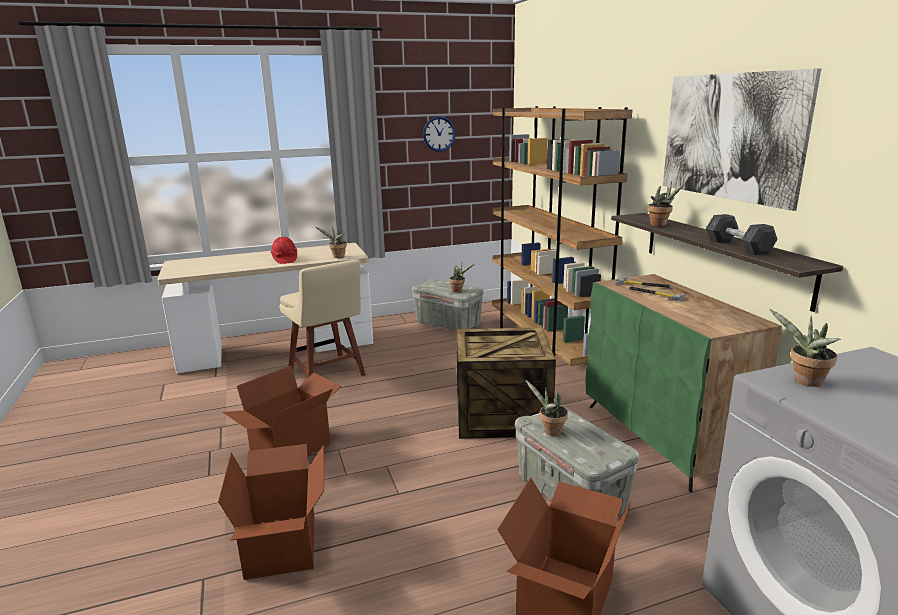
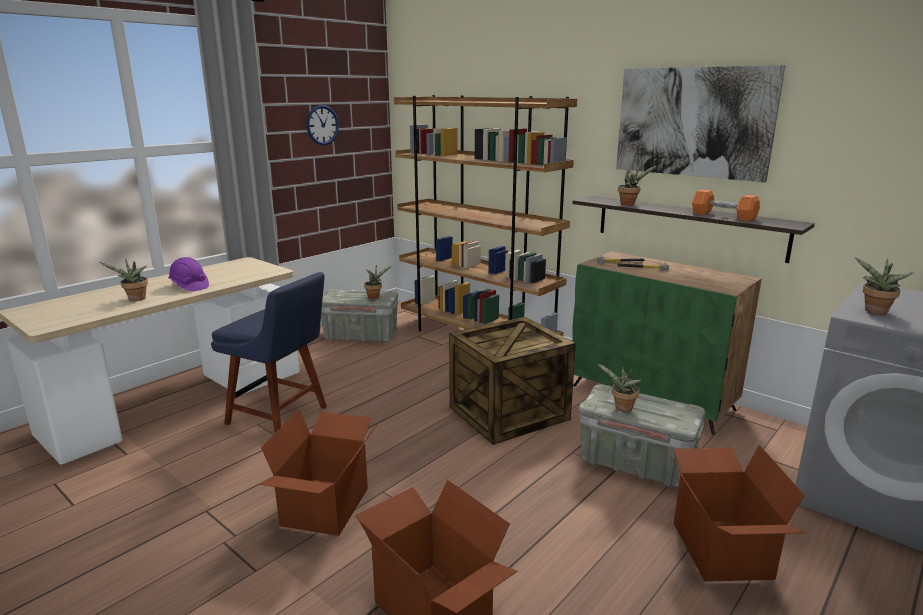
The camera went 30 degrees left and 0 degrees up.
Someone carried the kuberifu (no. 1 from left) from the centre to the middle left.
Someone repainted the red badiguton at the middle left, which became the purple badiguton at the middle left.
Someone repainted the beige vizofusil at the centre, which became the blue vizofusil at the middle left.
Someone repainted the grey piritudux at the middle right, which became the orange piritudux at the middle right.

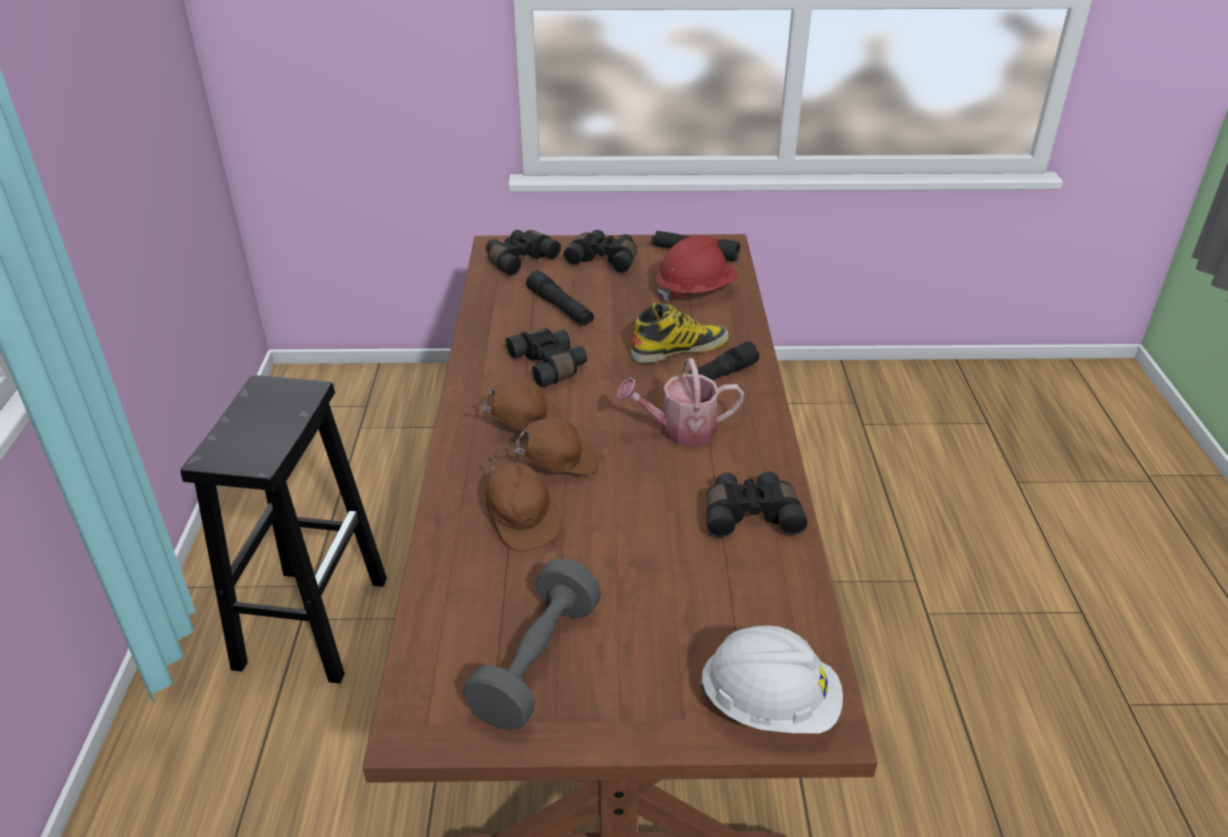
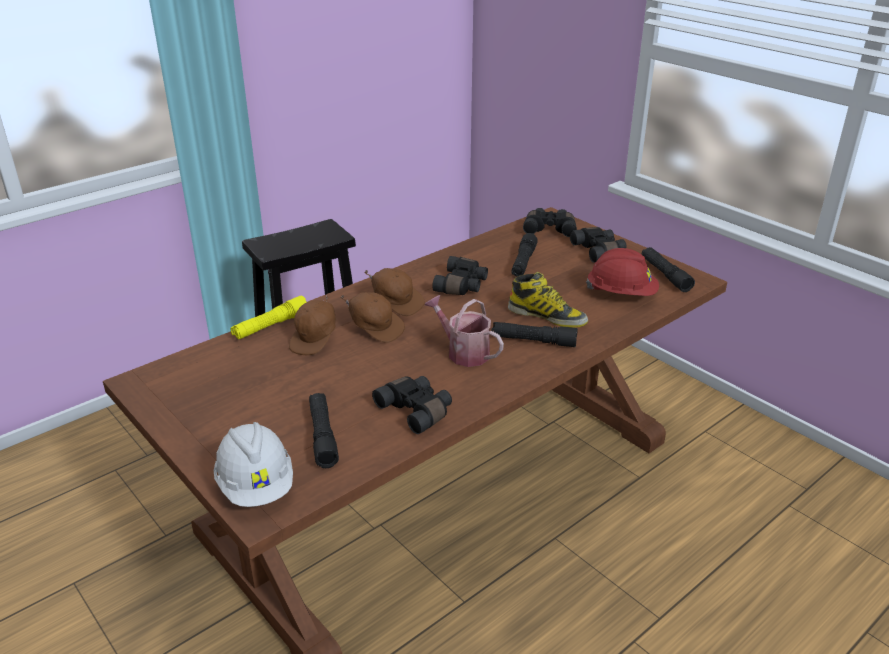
The camera went 50 degrees right and 5 degrees down.
Someone took away the grey piritudux at the bottom centre.
Someone put down the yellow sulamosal at the middle left.
Someone put down the black sulamosal (no. 1 from left) at the centre.

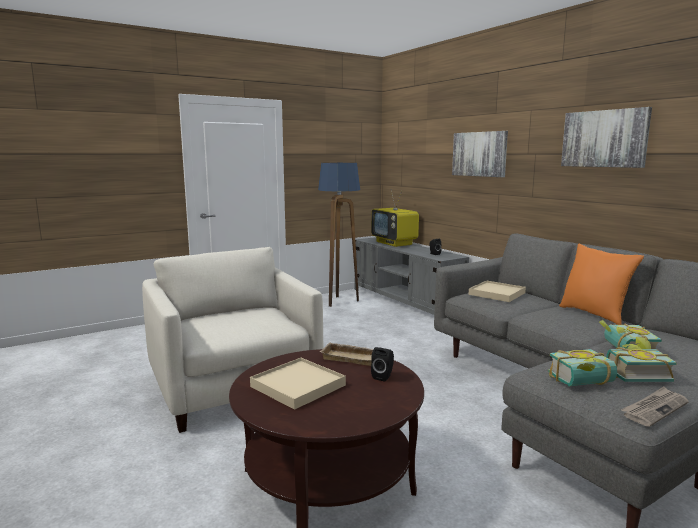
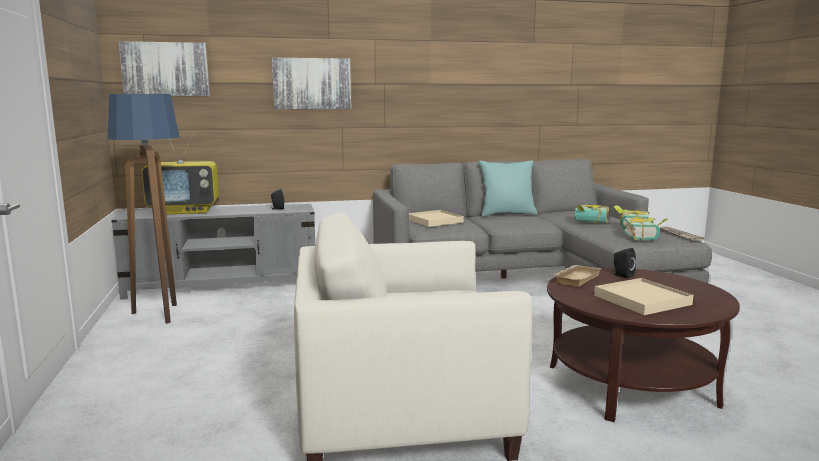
The camera went 70 degrees left and 0 degrees up.
Someone carried the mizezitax (no. 2 from left in the first image) from the top right to the top left.
Someone repainted the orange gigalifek at the middle right, which became the turquoise gigalifek at the centre.

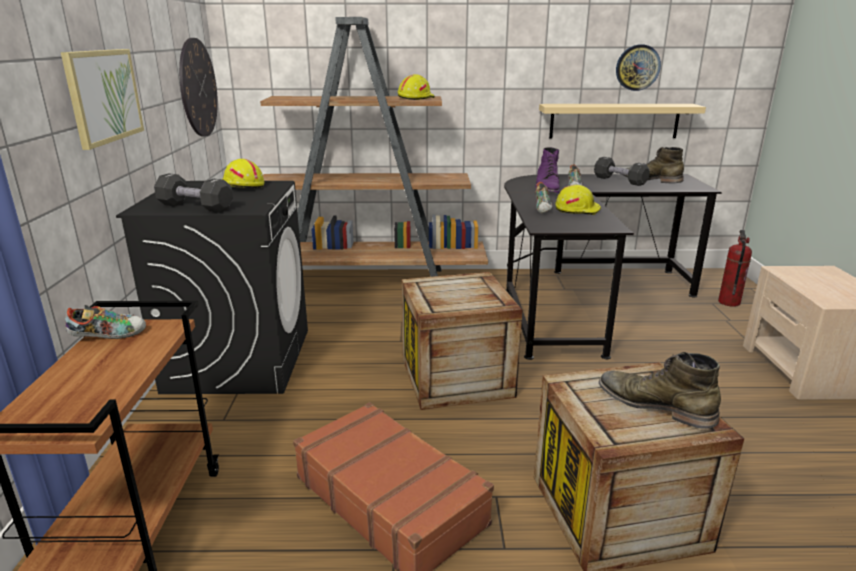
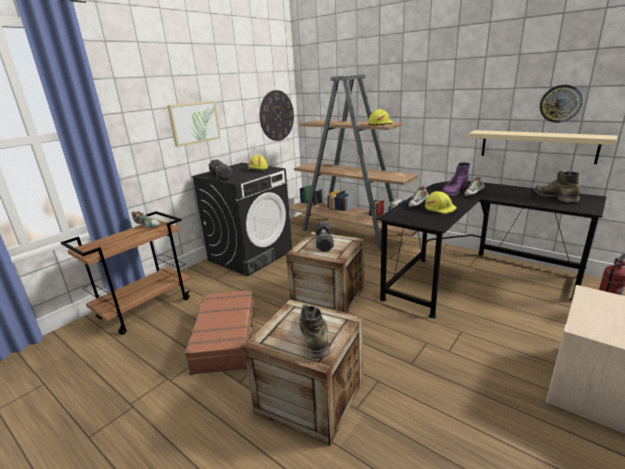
The camera went 40 degrees right and 0 degrees up.
Someone carried the black piritudux (no. 2 from left) from the top right to the centre.

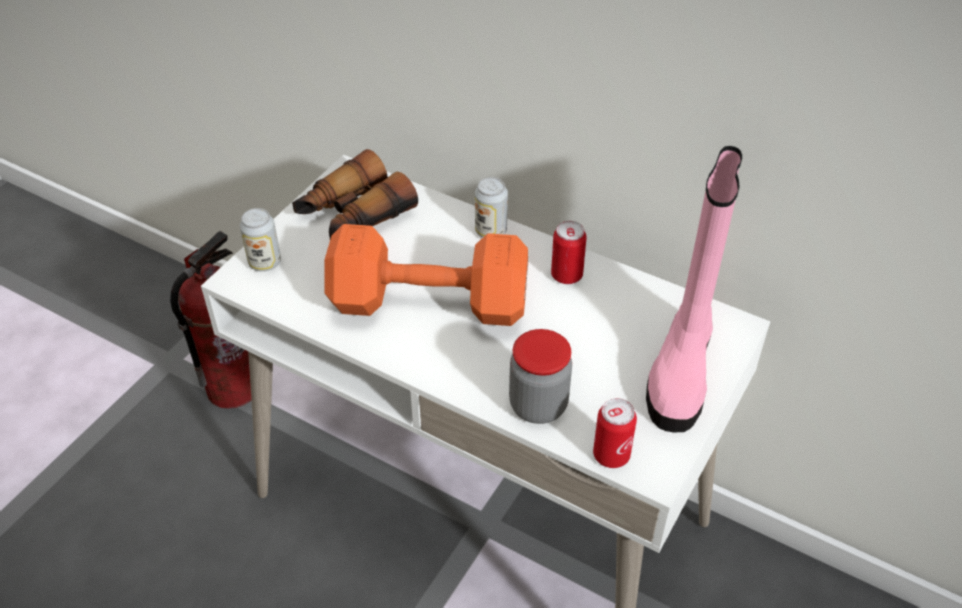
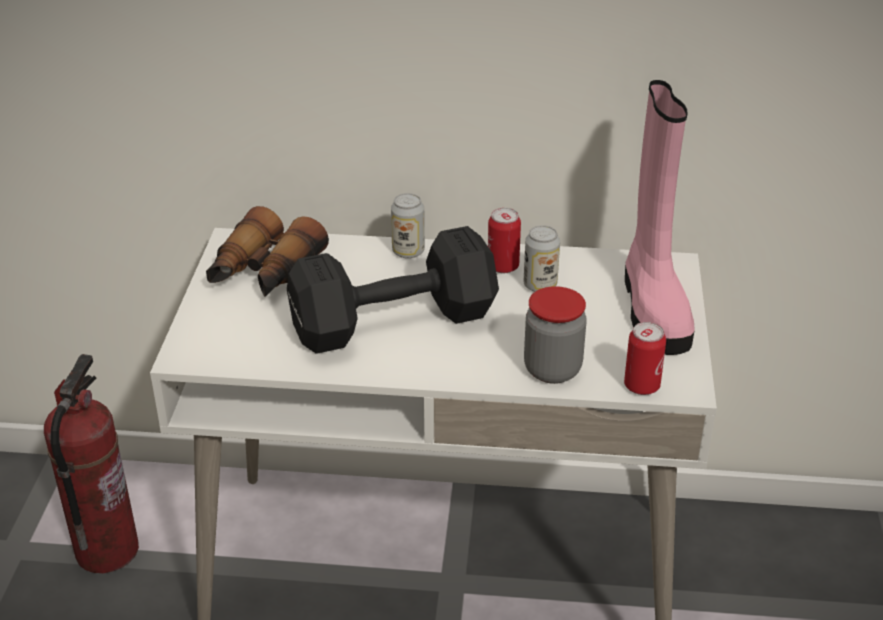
The camera went 25 degrees left and 10 degrees down.
Someone carried the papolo (no. 1 from left in the first image) from the middle left to the centre.
Someone repainted the orange piritudux at the centre, which became the black piritudux at the centre.

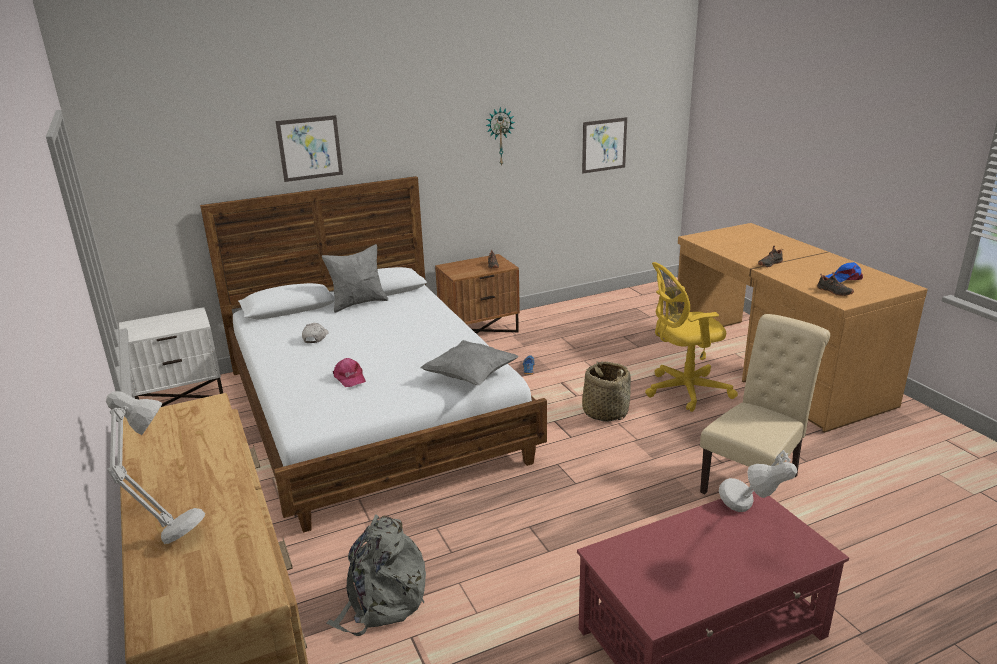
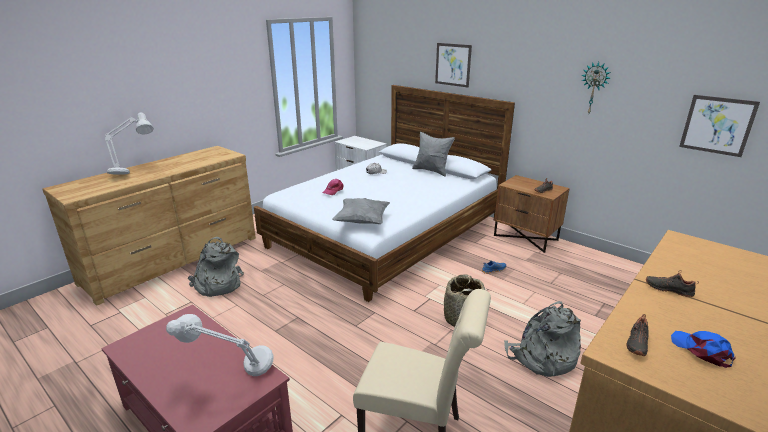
The camera went 65 degrees right and 0 degrees up.
Someone swapped the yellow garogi at the middle right for the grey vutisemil (no. 2 from left) at the bottom right.

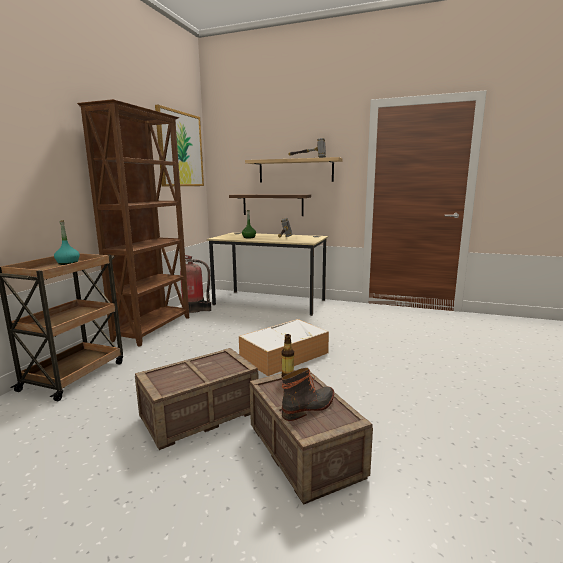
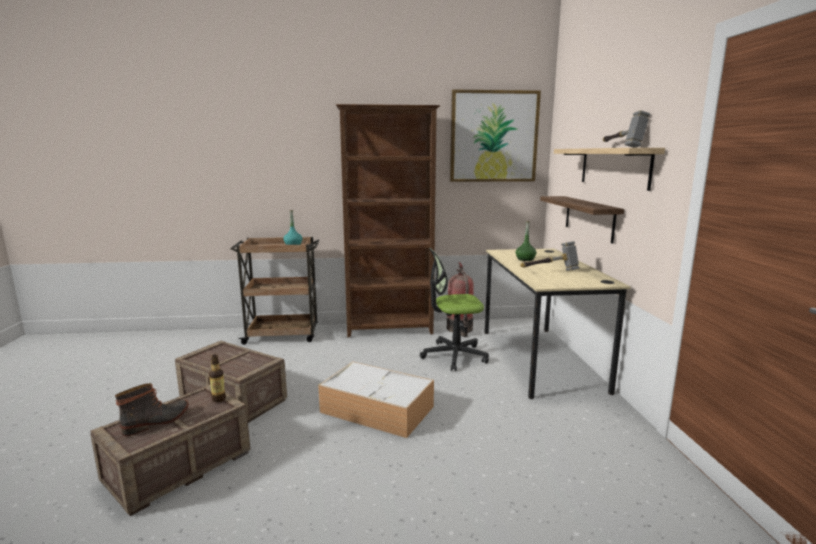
The camera went 65 degrees right and 0 degrees up.
Someone put down the garogi at the centre.
Someone rotated the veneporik at the bottom centre by 75 degrees counterclockwise.

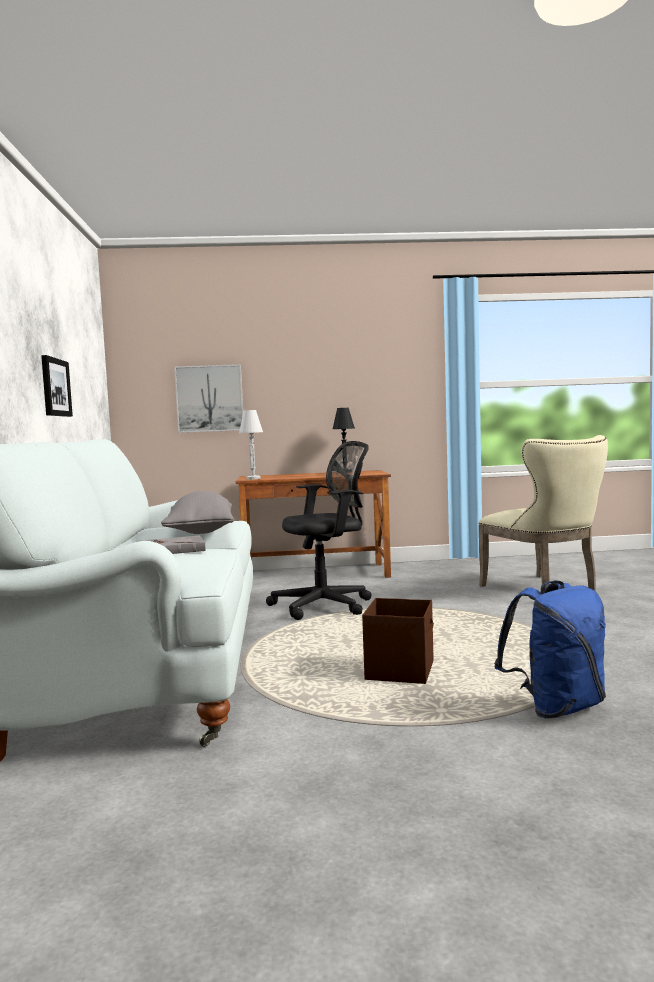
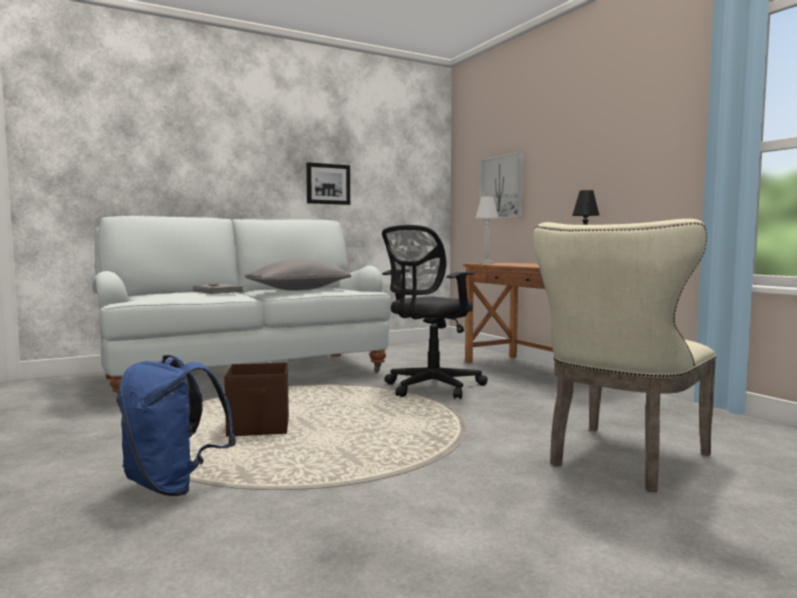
The camera went 65 degrees right and 0 degrees up.
Someone rotated the black garogi at the centre by 90 degrees clockwise.

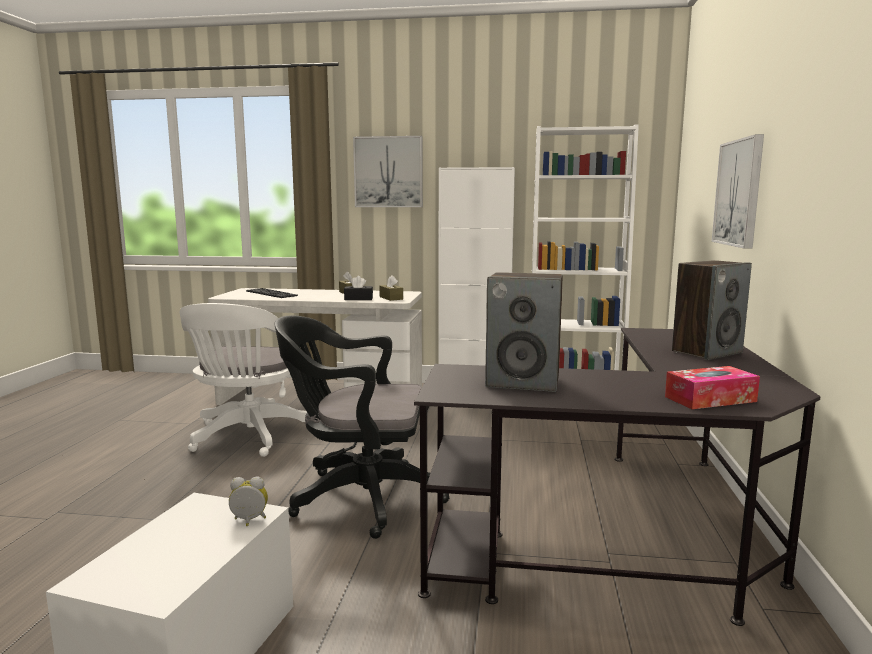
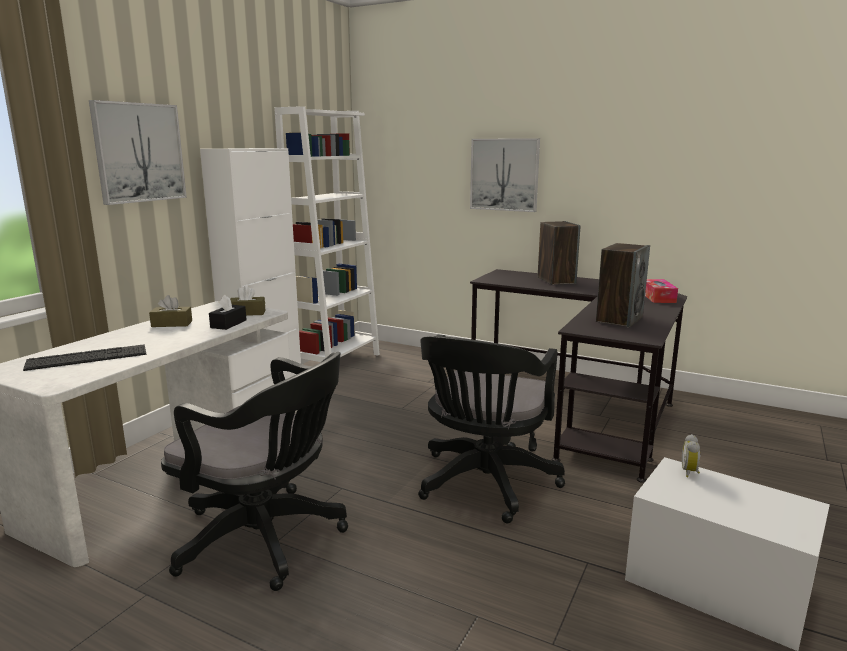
The camera went 70 degrees left and 5 degrees up.
Someone repainted the white garogi at the middle left, which became the black garogi (no. 1 from left) at the bottom left.

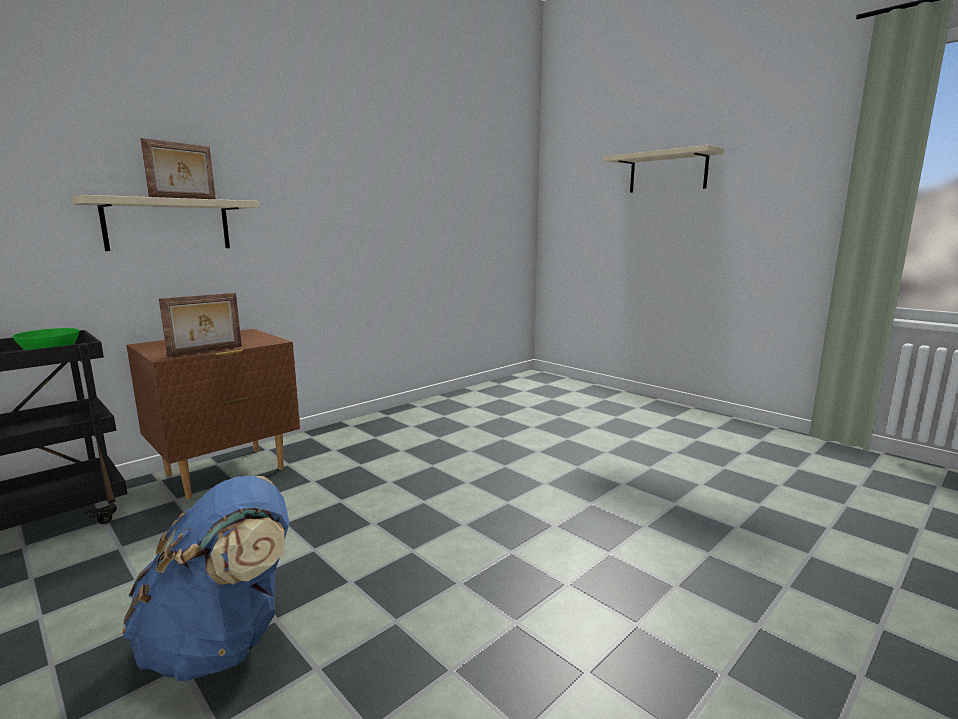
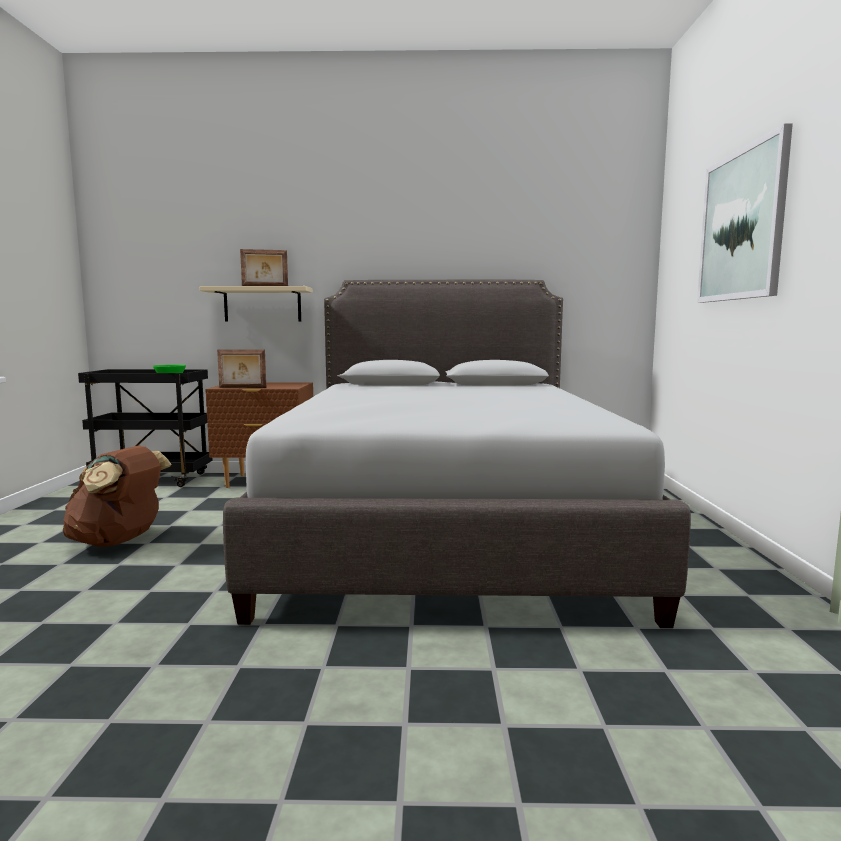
The camera went 45 degrees right and 5 degrees down.
Someone put down the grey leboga at the centre.
Someone swapped the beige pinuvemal (no. 2 from left) at the top right for the mizezitax at the top right.
Someone repainted the blue vutisemil at the bottom left, which became the brown vutisemil at the middle left.

